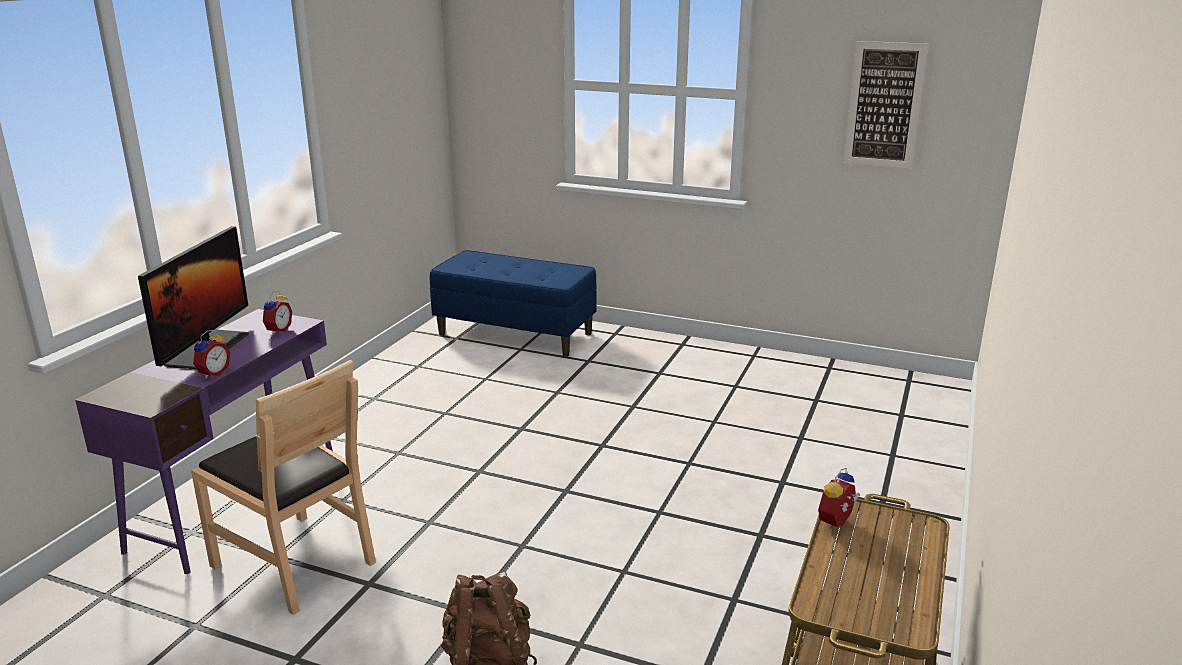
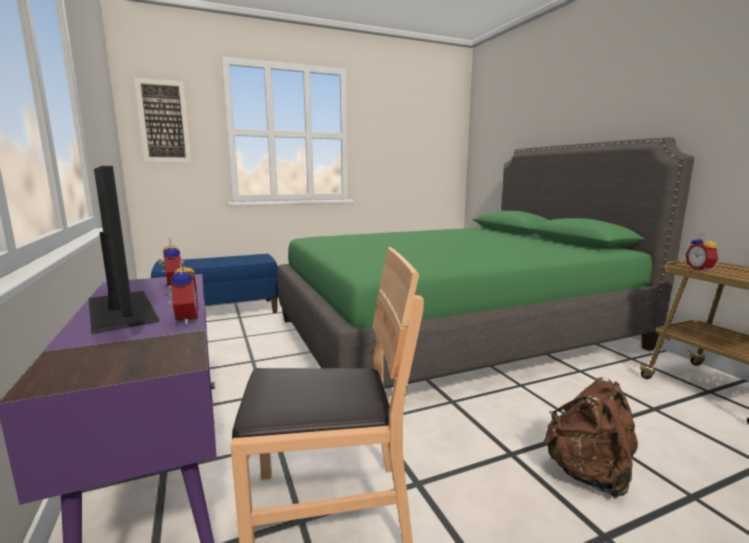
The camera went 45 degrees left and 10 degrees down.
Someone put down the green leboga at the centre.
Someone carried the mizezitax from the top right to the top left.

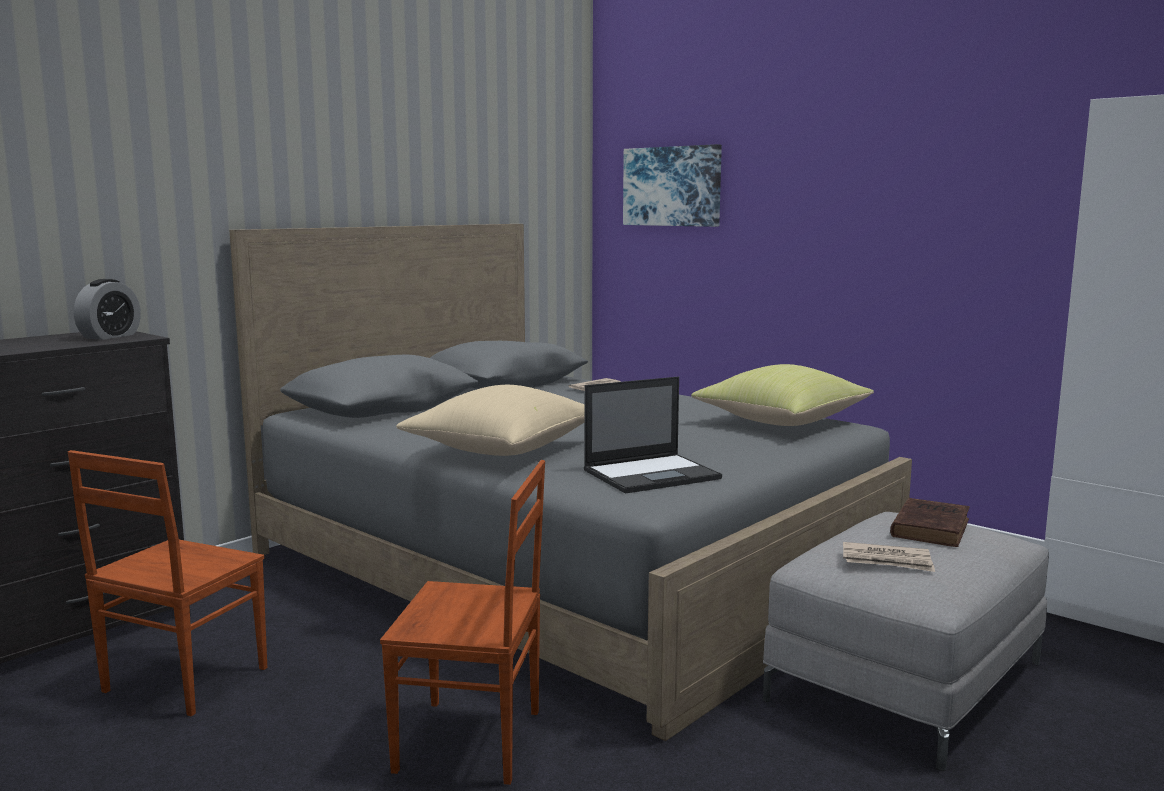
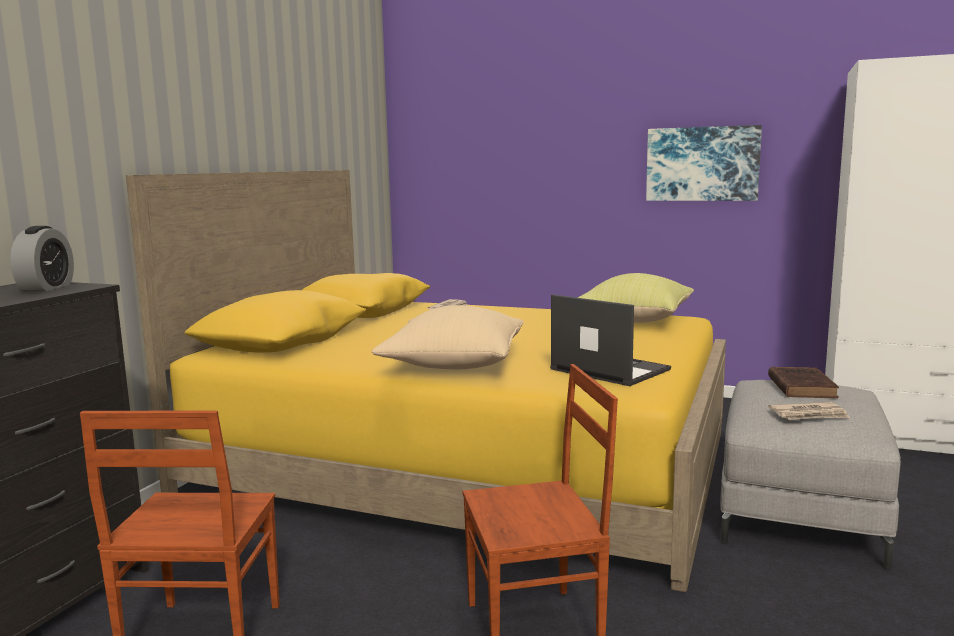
The camera went 20 degrees left and 0 degrees up.
Someone carried the mizezitax from the top centre to the top right.
Someone repainted the grey leboga at the centre, which became the yellow leboga at the centre.
Someone rotated the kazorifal at the centre by 90 degrees counterclockwise.

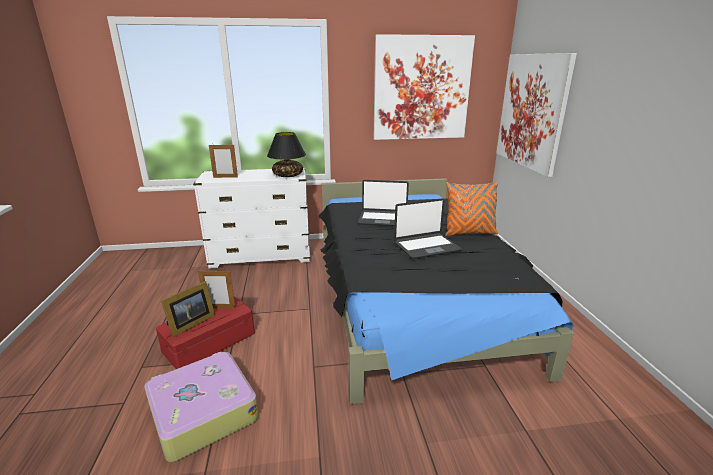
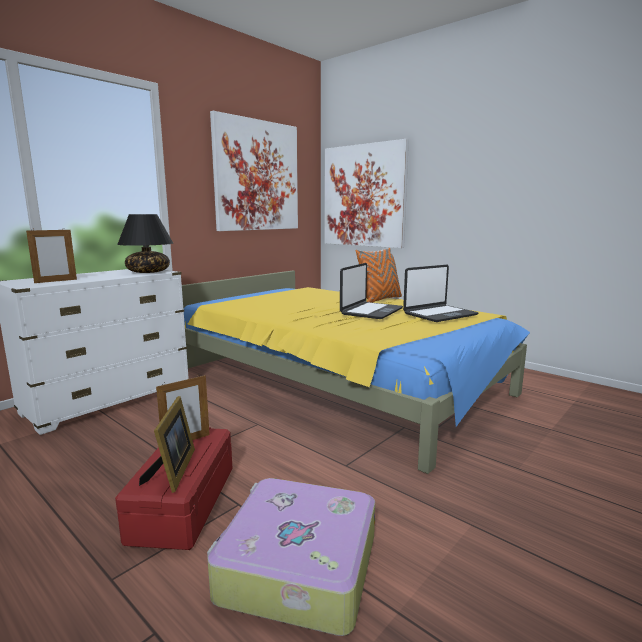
The camera went 40 degrees left and 10 degrees down.
Someone carried the kazorifal (no. 1 from left in the first image) from the centre to the middle right.
Someone repainted the black leboga at the centre, which became the yellow leboga at the centre.

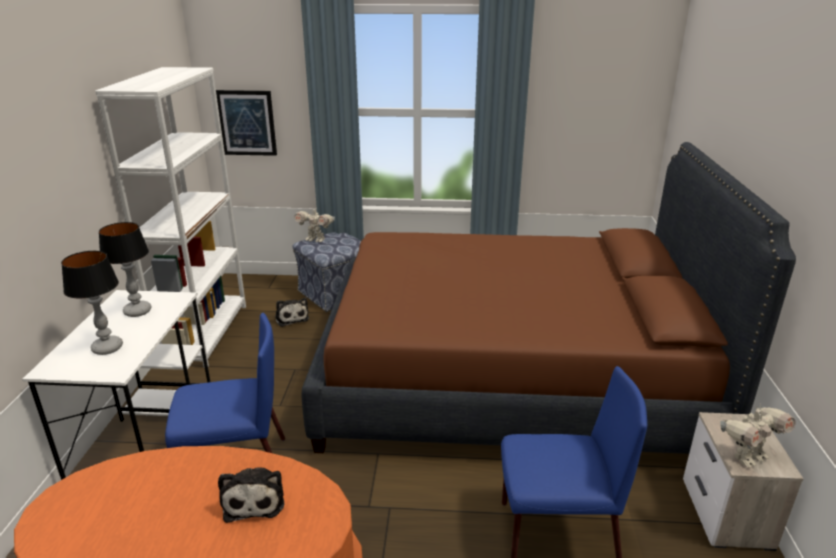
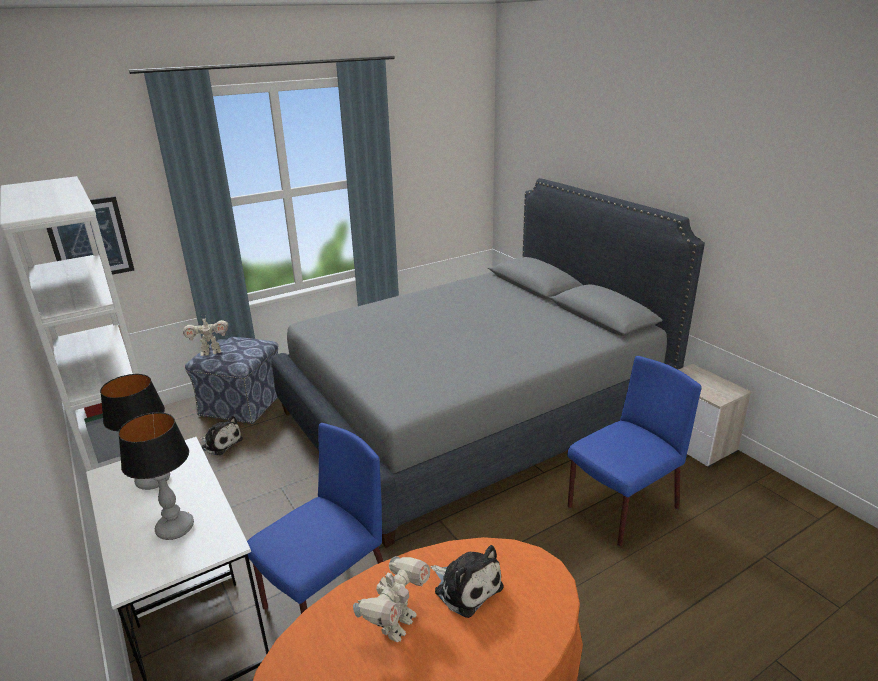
The camera went 35 degrees left and 0 degrees up.
Someone carried the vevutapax (no. 2 from left) from the bottom right to the bottom centre.
Someone repainted the brown leboga at the centre, which became the grey leboga at the centre.

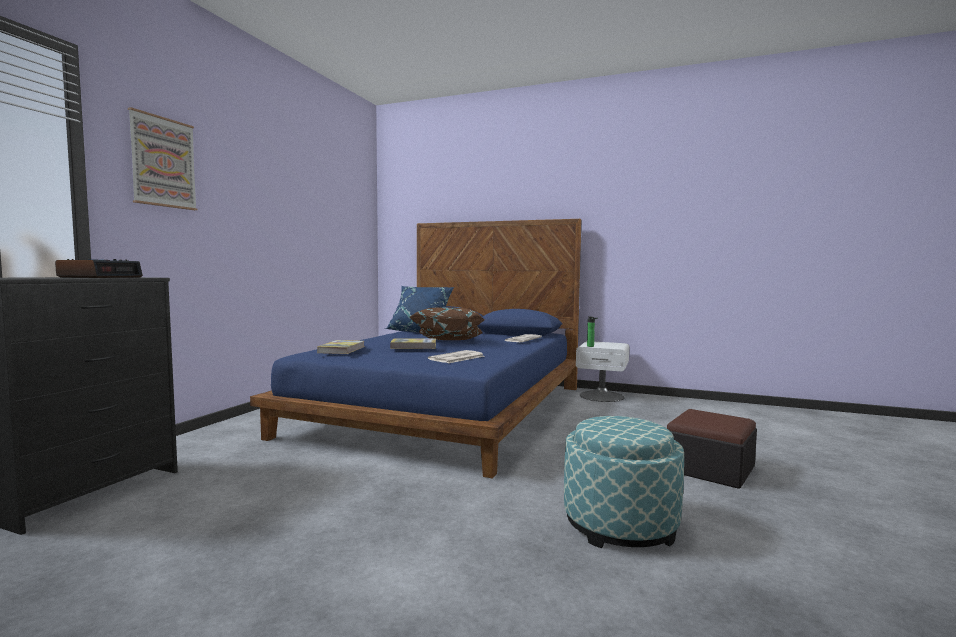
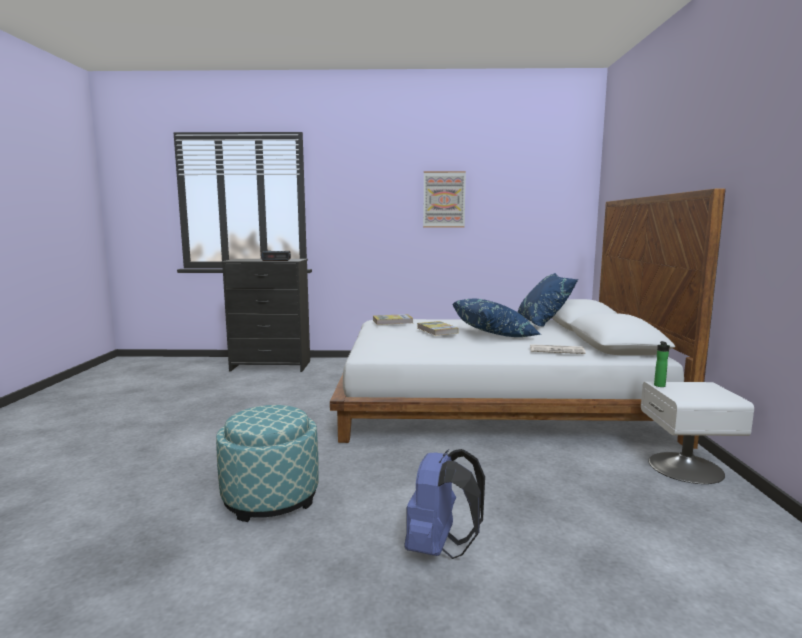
The camera went 70 degrees right and 5 degrees up.
Someone took away the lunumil (no. 1 from left) at the centre.
Someone carried the mizezitax from the top left to the top centre.
Someone swapped the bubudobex (no. 2 from left) at the bottom right for the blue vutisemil at the bottom centre.
Someone repainted the blue leboga at the centre, which became the white leboga at the centre.
Someone repainted the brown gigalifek at the centre, which became the blue gigalifek (no. 1 from left) at the centre.

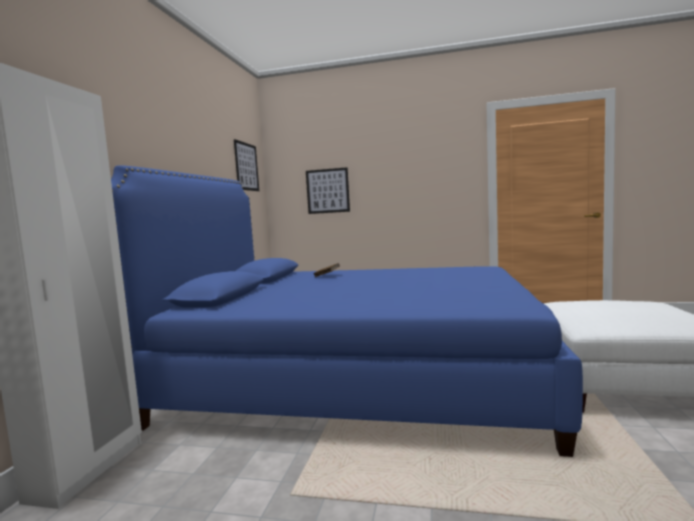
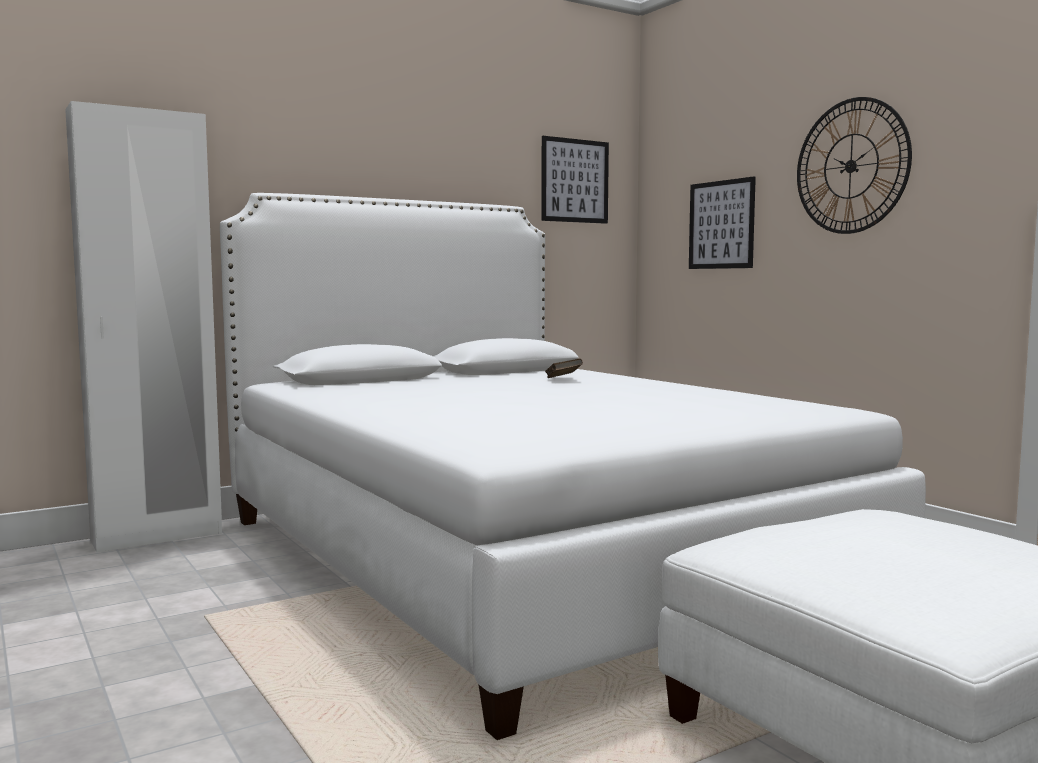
The camera went 45 degrees right and 0 degrees up.
Someone put up the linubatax at the top right.
Someone repainted the blue leboga at the centre, which became the white leboga at the centre.

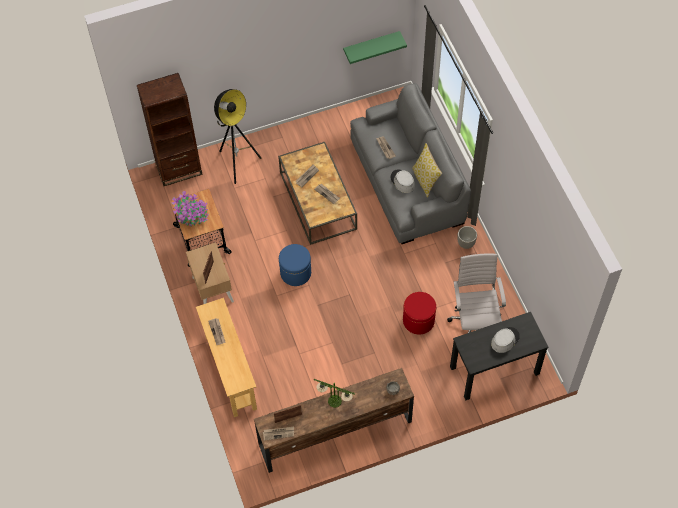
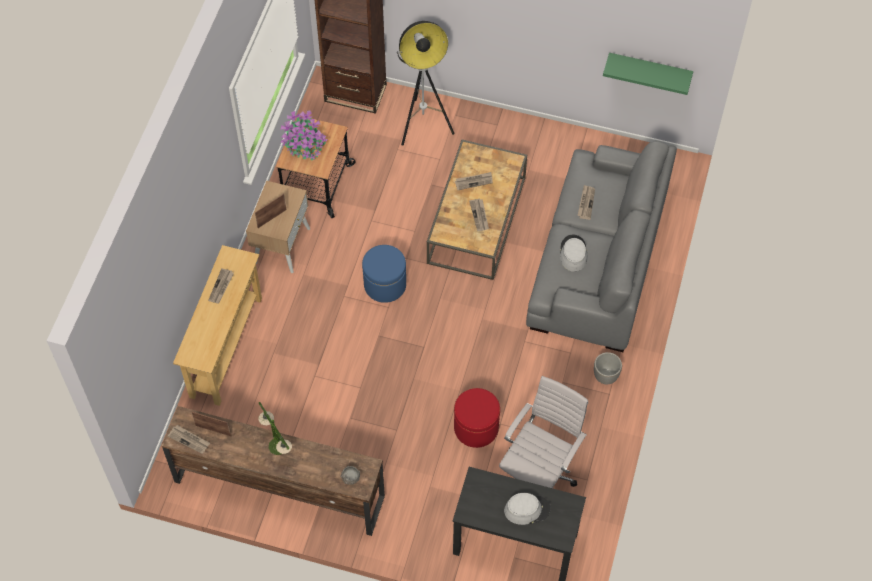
The camera went 35 degrees right and 0 degrees up.
Someone took away the gigalifek at the centre.

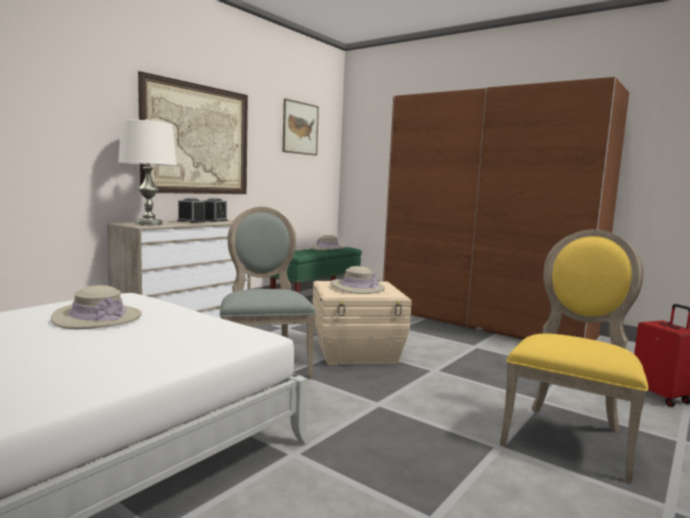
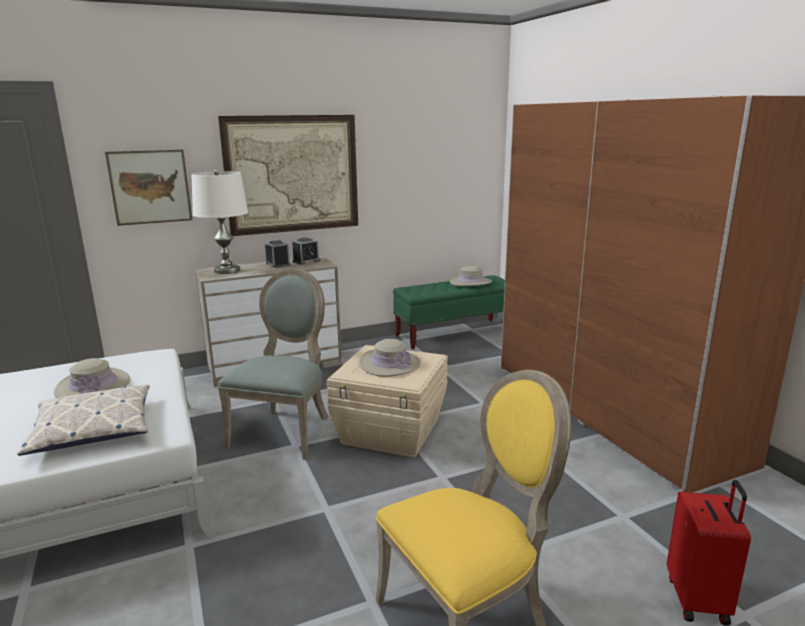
The camera went 30 degrees right and 10 degrees up.
Someone put down the gigalifek at the bottom left.
Someone carried the mizezitax (no. 2 from left in the first image) from the top centre to the top left.

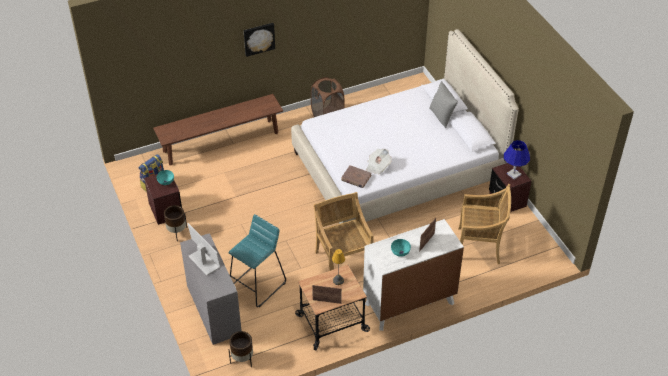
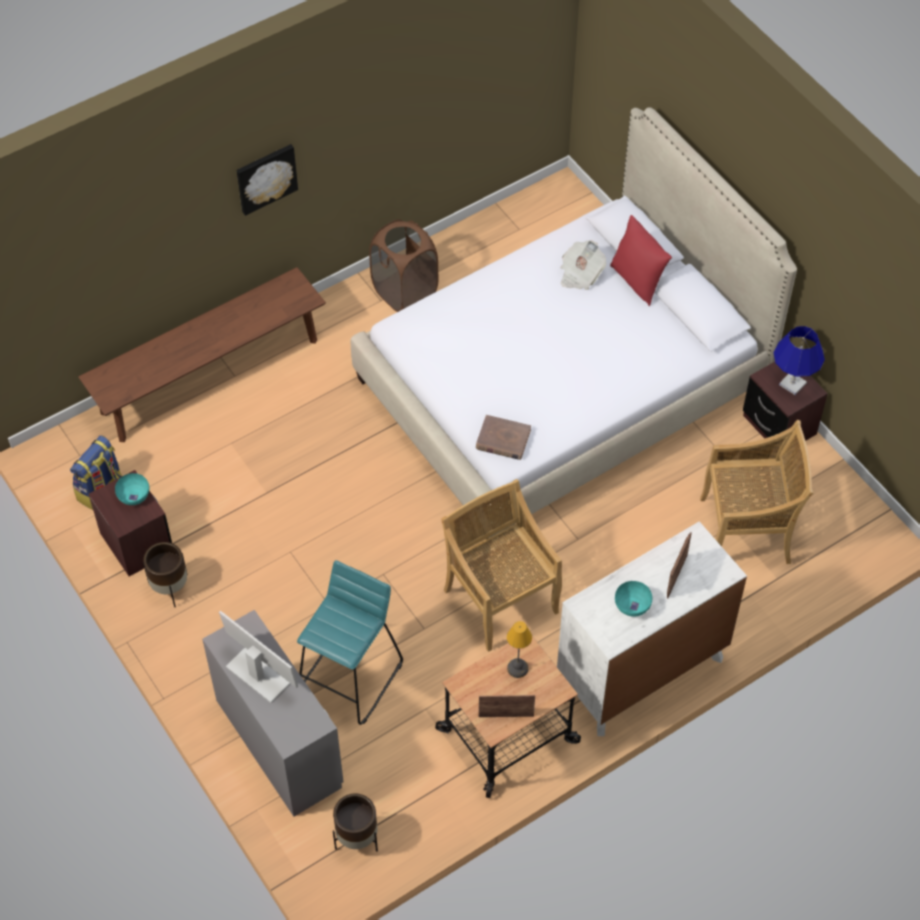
The camera went 10 degrees left and 10 degrees up.
Someone carried the lunumil from the centre to the top centre.
Someone repainted the grey gigalifek at the top centre, which became the red gigalifek at the top right.

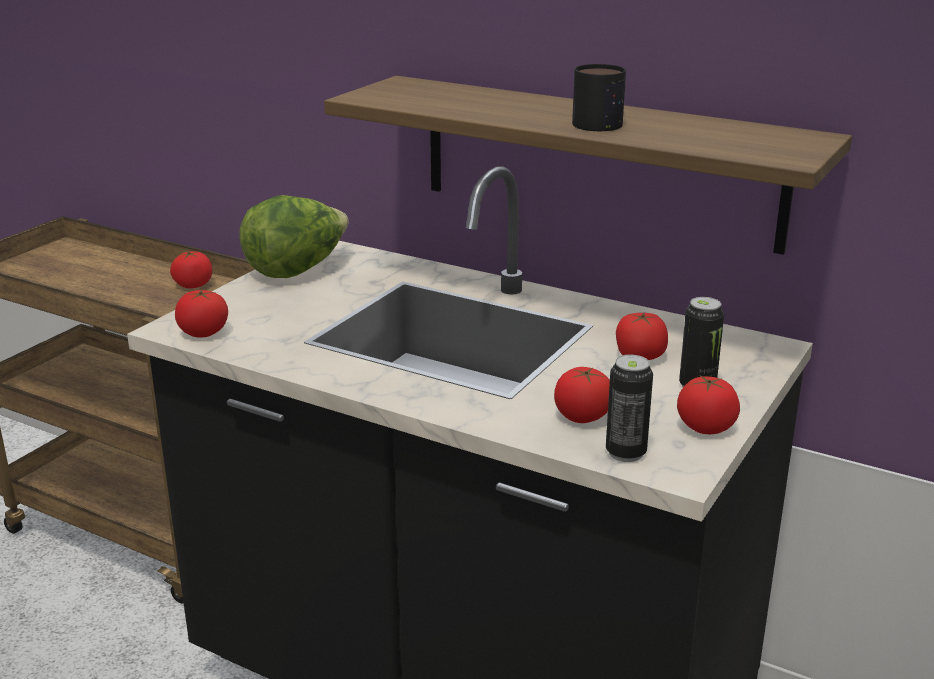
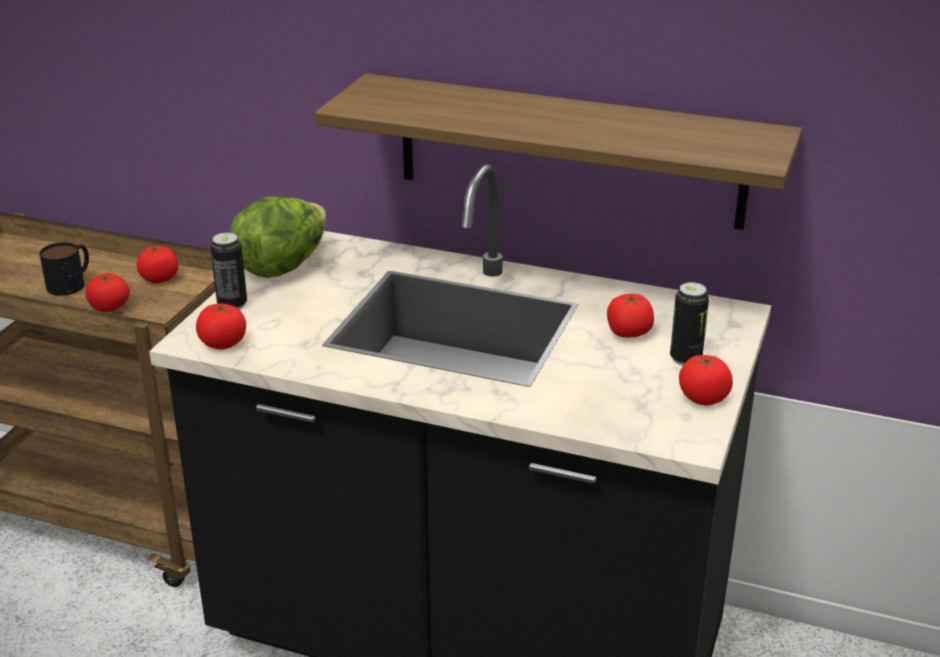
The camera went 10 degrees left and 5 degrees up.
Someone carried the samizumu (no. 3 from left in the first image) from the centre to the middle left.
Someone carried the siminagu from the top centre to the middle left.
Someone carried the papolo (no. 1 from left) from the middle right to the middle left.

